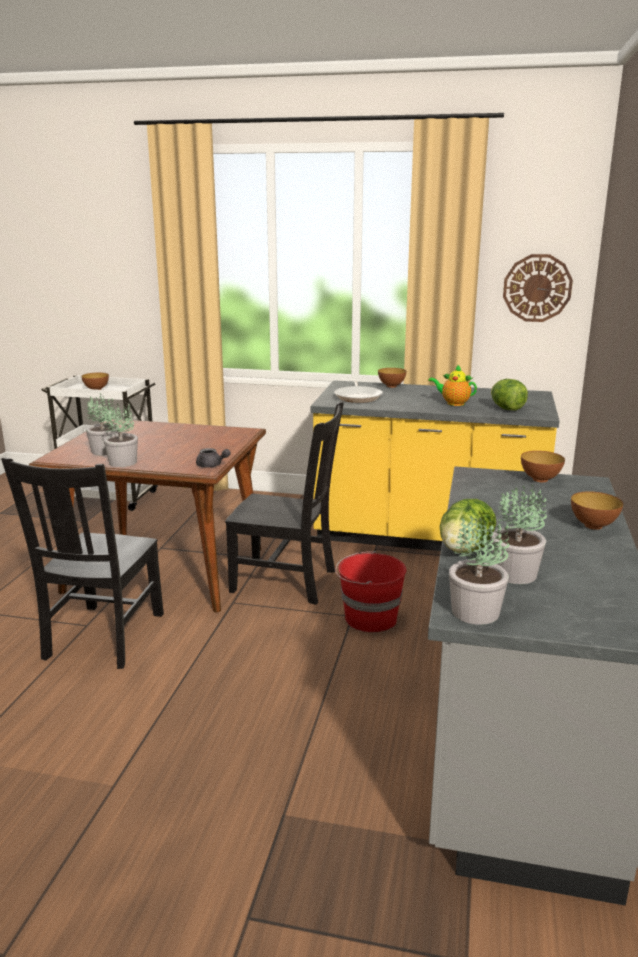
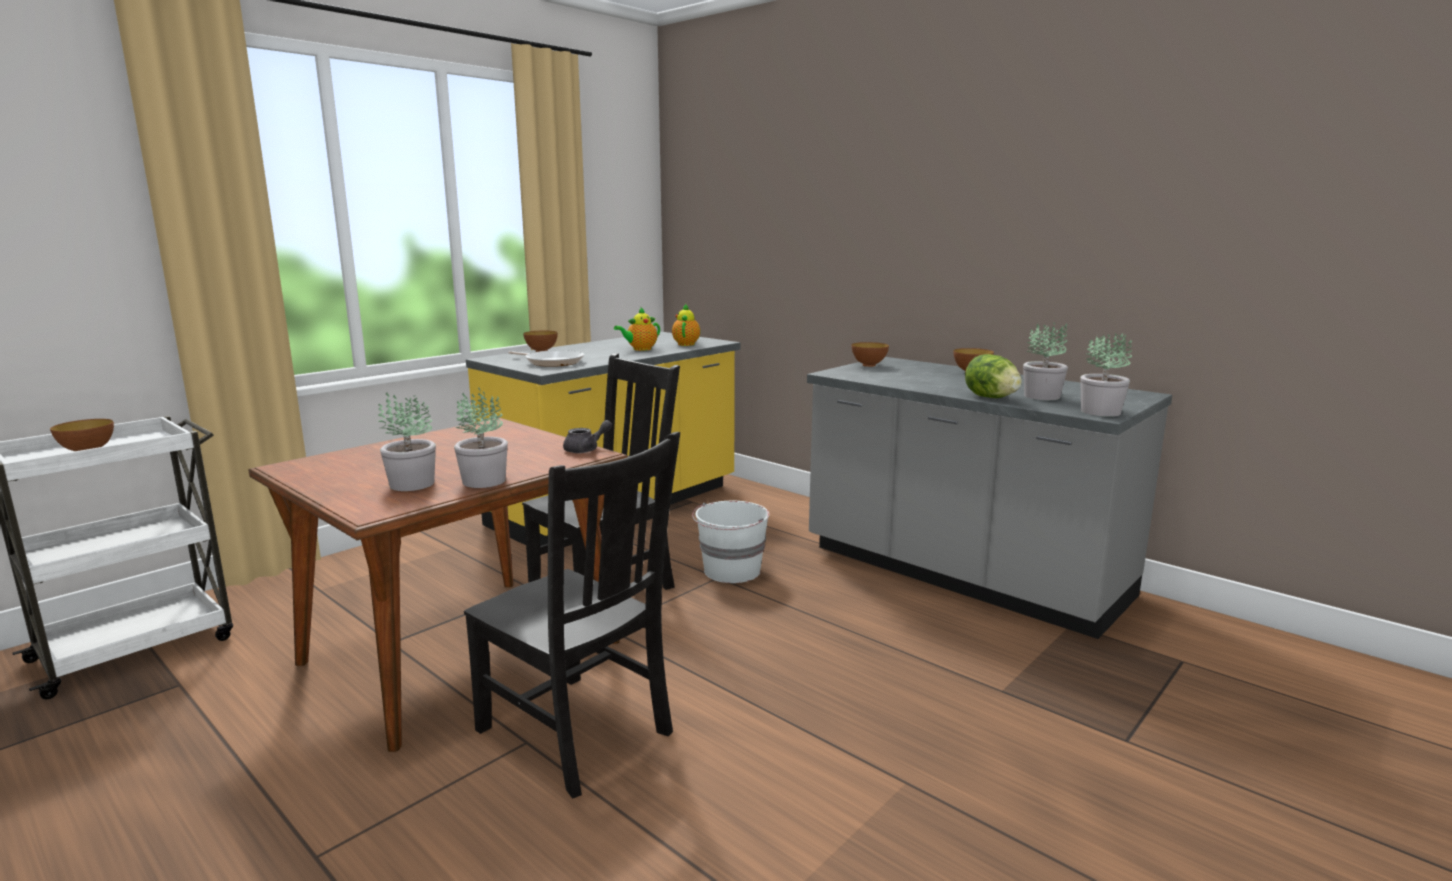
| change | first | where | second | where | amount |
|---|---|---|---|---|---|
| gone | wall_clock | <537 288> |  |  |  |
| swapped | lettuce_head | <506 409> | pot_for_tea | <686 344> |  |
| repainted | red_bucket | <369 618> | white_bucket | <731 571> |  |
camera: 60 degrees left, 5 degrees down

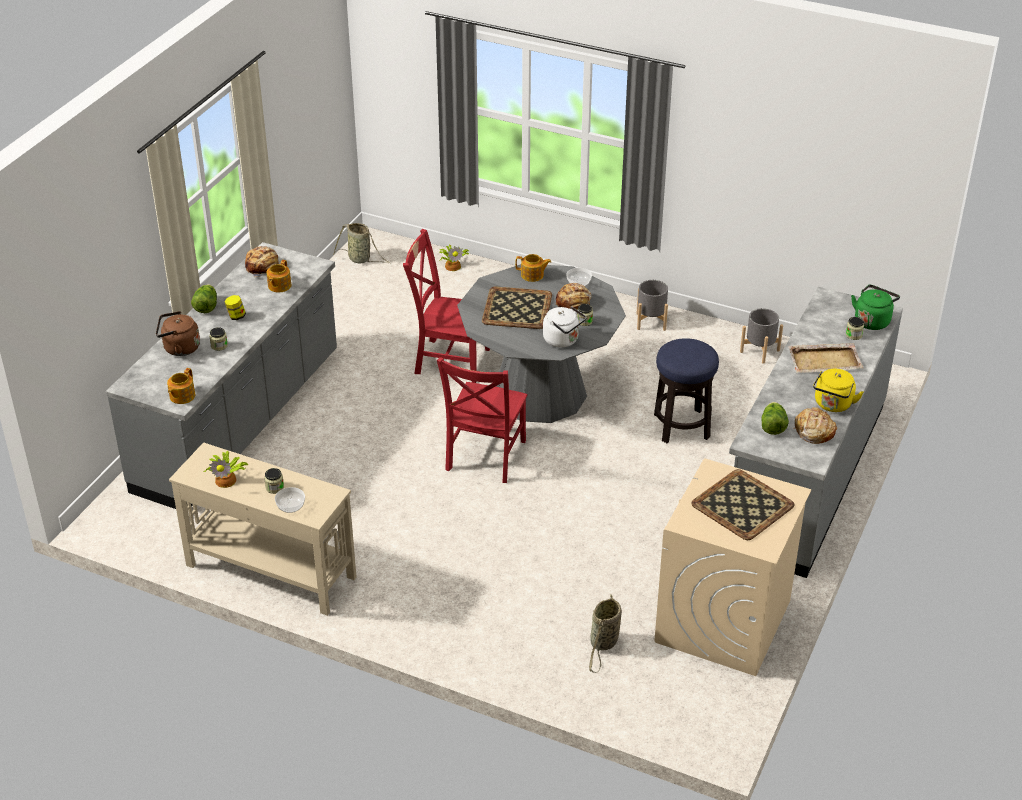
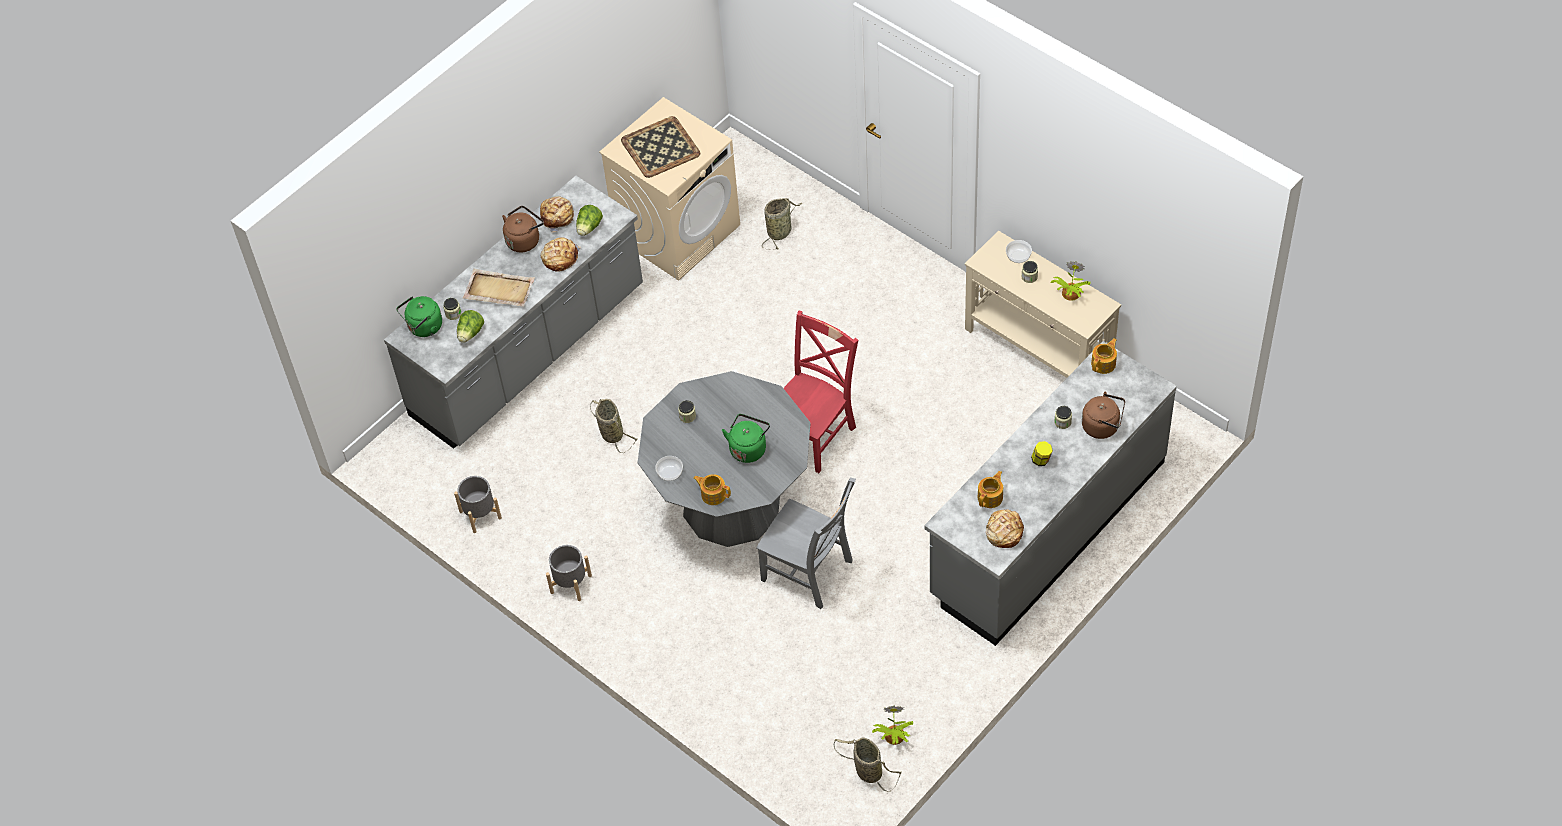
| change | first | where | second | where | amount |
|---|---|---|---|---|---|
| gone | white_tea_kettle | <563 340> |  |  |  |
| shifted | lettuce_head | <206 307> |  | <470 333> |  |
| shifted | potted_plant | <453 265> |  | <893 736> |  |
| shifted | bakery_bread | <573 303> |  | <560 258> |  |
| swapped | tray | <516 309> | green-coloured_tea_kettle | <748 448> |  |
| swapped | sitting_stool | <682 426> | household_basket | <611 432> |  |
| repainted | red_upright_chair | <449 360> | grey_upright_chair | <810 572> |  |
| repainted | yellow_tea_kettle | <833 405> | brownish_tea_kettle | <524 240> |  |
camera: 160 degrees left, 15 degrees up

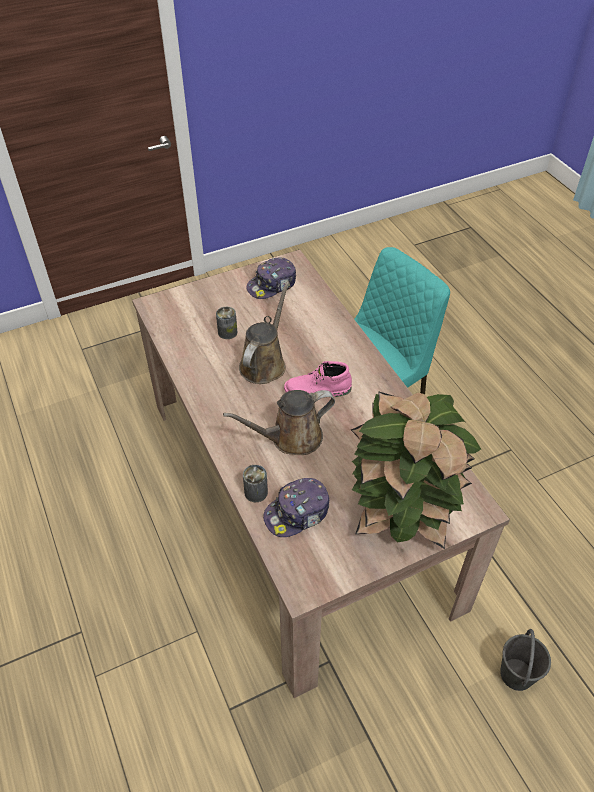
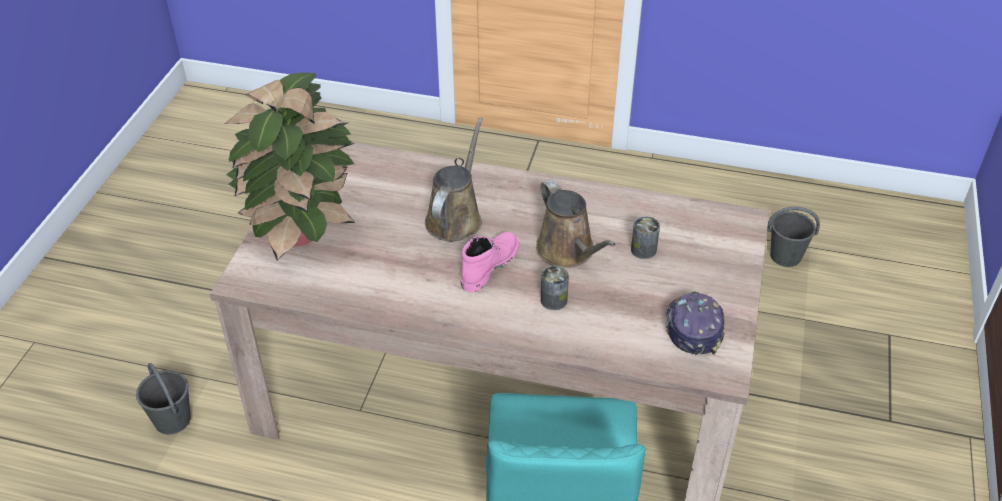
| change | first | where | second | where | amount |
|---|---|---|---|---|---|
| gone | peaked_cap | <297 513> |  |  |  |
| new |  |  | grey_bucket | <785 256> |  |
| shifted | metal_can | <256 492> |  | <554 300> |  |
camera: 130 degrees right, 5 degrees down

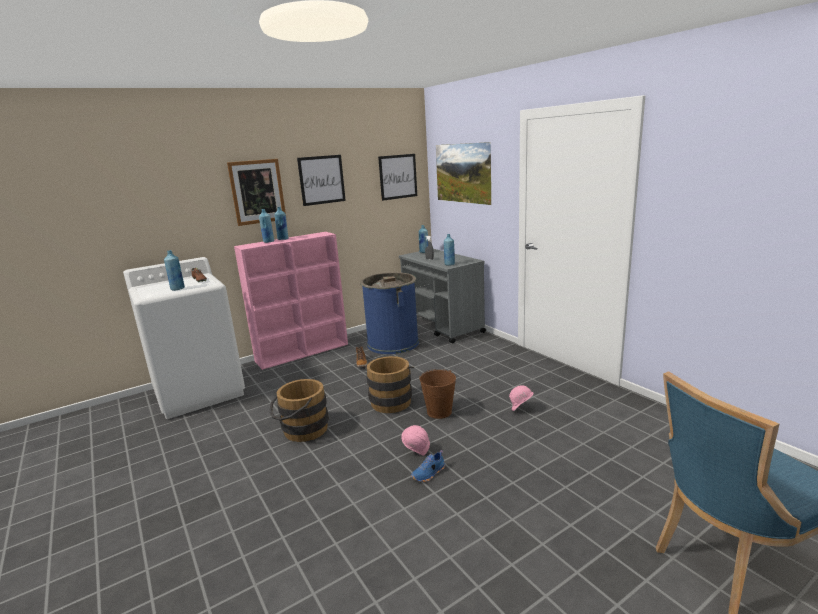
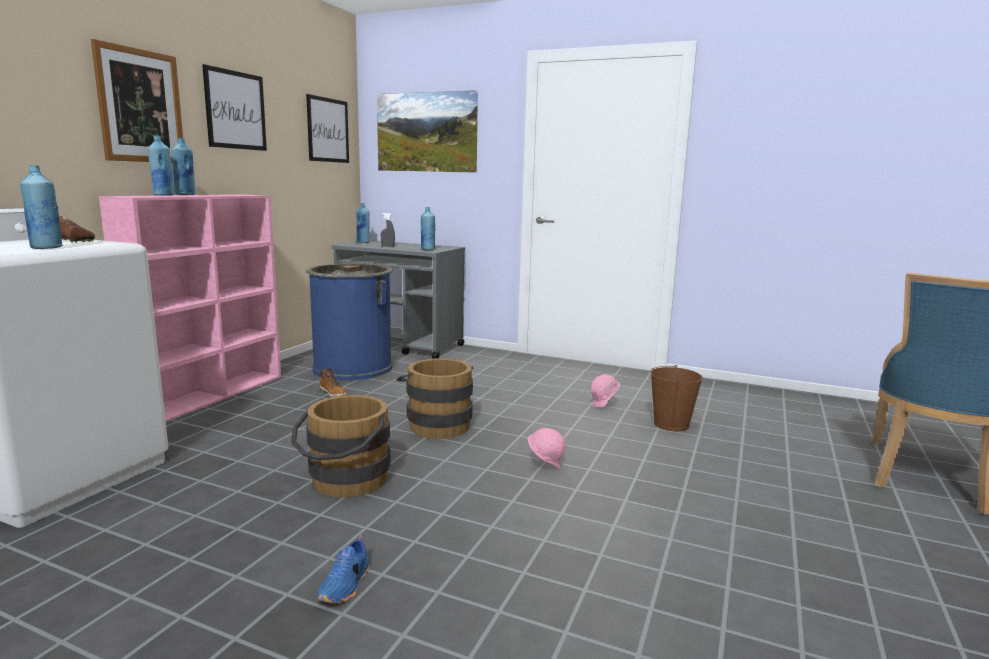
| change | first | where | second | where | amount |
|---|---|---|---|---|---|
| shifted | blue_item_of_footwear | <429 474> |  | <346 585> |  |
| shifted | brownish_bucket | <439 412> |  | <671 424> |  |
camera: 35 degrees left, 5 degrees down

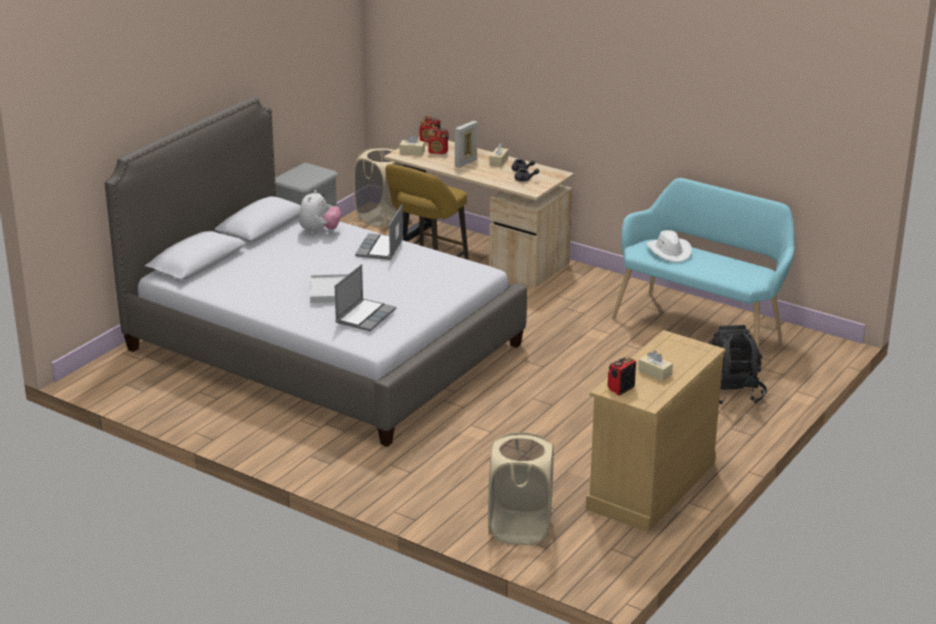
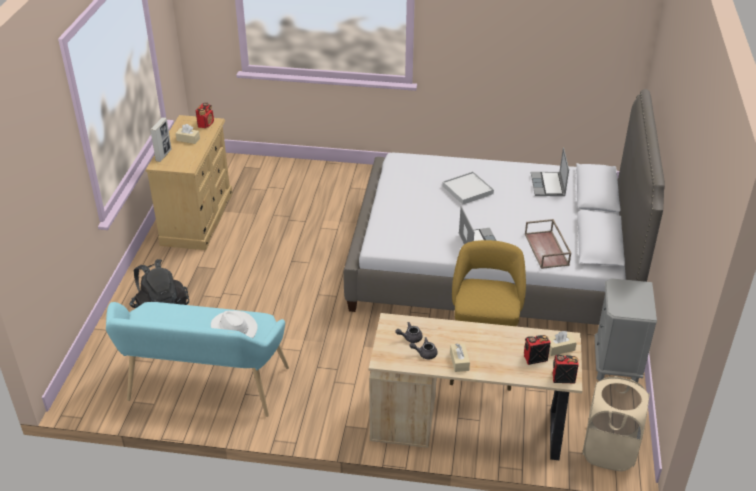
| change | first | where | second | where | amount |
|---|---|---|---|---|---|
| gone | beige-coloured_laundry_basket | <520 529> |  |  |  |
| shifted | portable_computer | <365 316> |  | <548 185> |  |
| shifted | photo_frame | <466 163> |  | <163 155> |  |
| swapped | cuddly_toy | <319 231> | brownish_tray | <547 250> |  |
camera: 155 degrees right, 10 degrees up

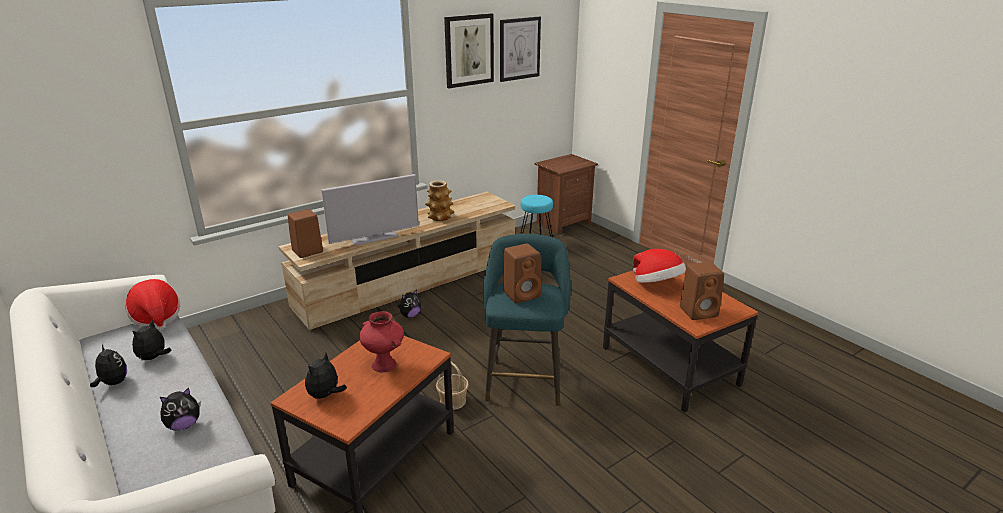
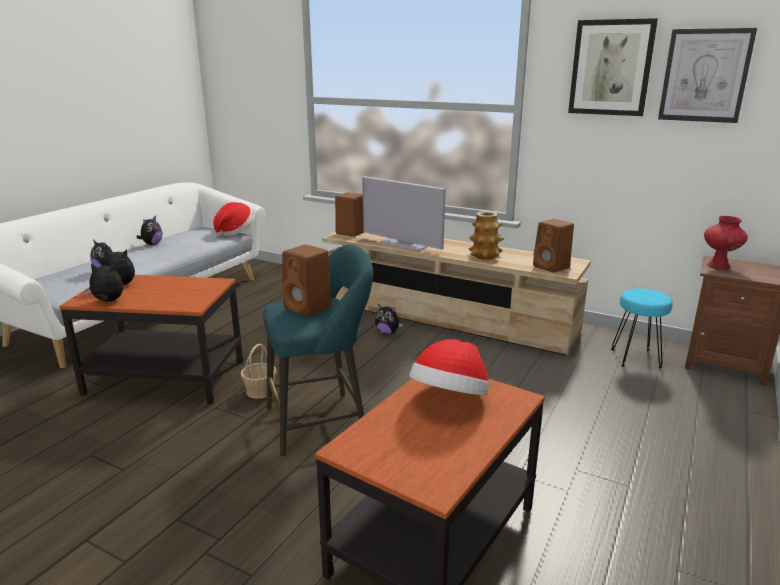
| change | first | where | second | where | amount |
|---|---|---|---|---|---|
| shifted | cuddly_toy | <154 358> |  | <108 301> |  |
| shifted | red_decorative_vase | <385 365> |  | <719 266> |  |
| shifted | brownish_audio_speaker | <699 311> |  | <552 267> |  |
camera: 65 degrees right, 5 degrees down

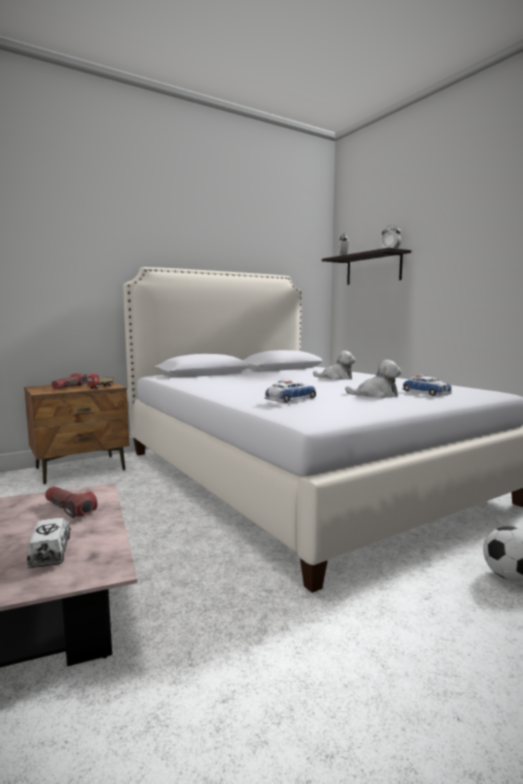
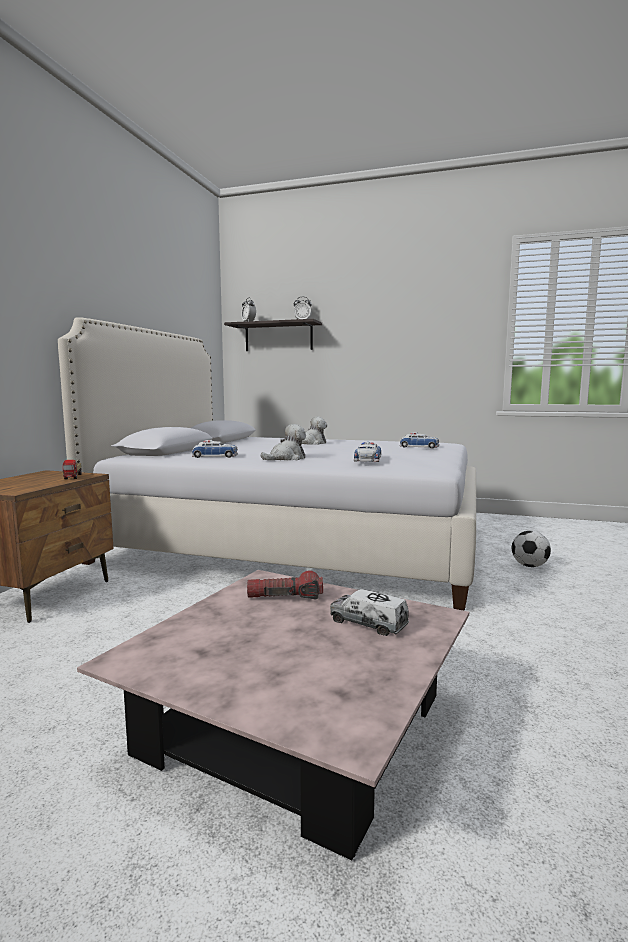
| change | first | where | second | where | amount |
|---|---|---|---|---|---|
| gone | hand_torch | <70 387> |  |  |  |
| new |  |  | toy_car | <215 456> |  |
| shifted | cuddly_toy | <376 395> |  | <286 458> |  |
camera: 40 degrees left, 0 degrees up

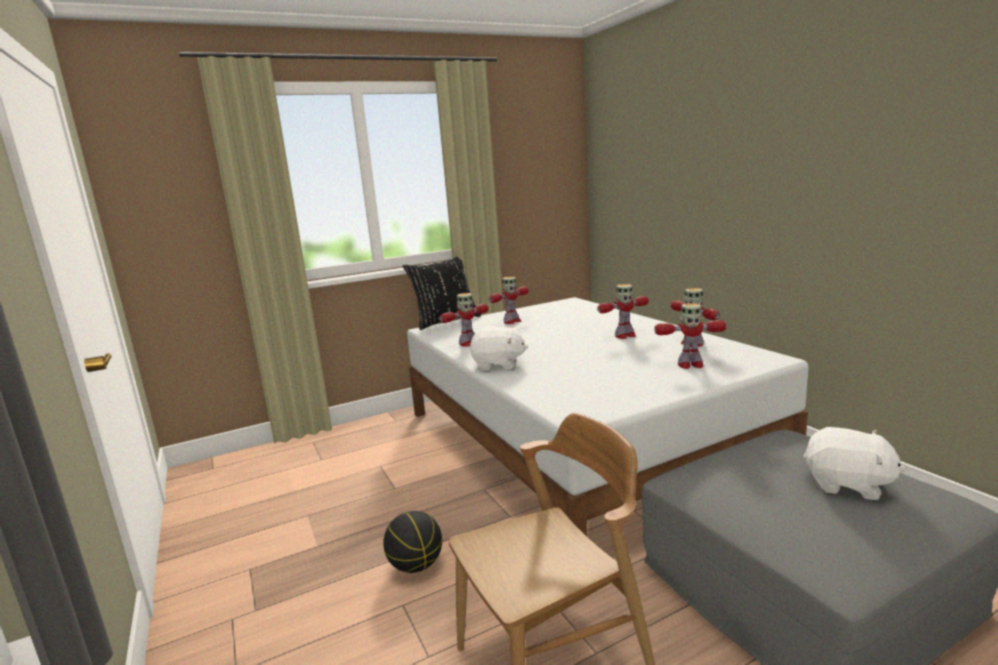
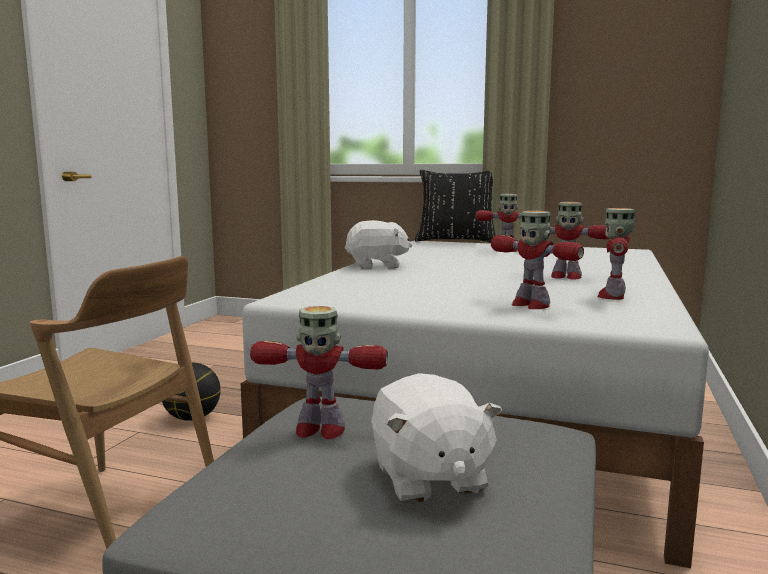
| change | first | where | second | where | amount |
|---|---|---|---|---|---|
| shifted | toy_robot | <468 343> |  | <319 430> |  |
| rotated | white_cuddly_toy | <498 365> |  | <377 266> | 60 degrees counterclockwise |
camera: 45 degrees right, 5 degrees down

